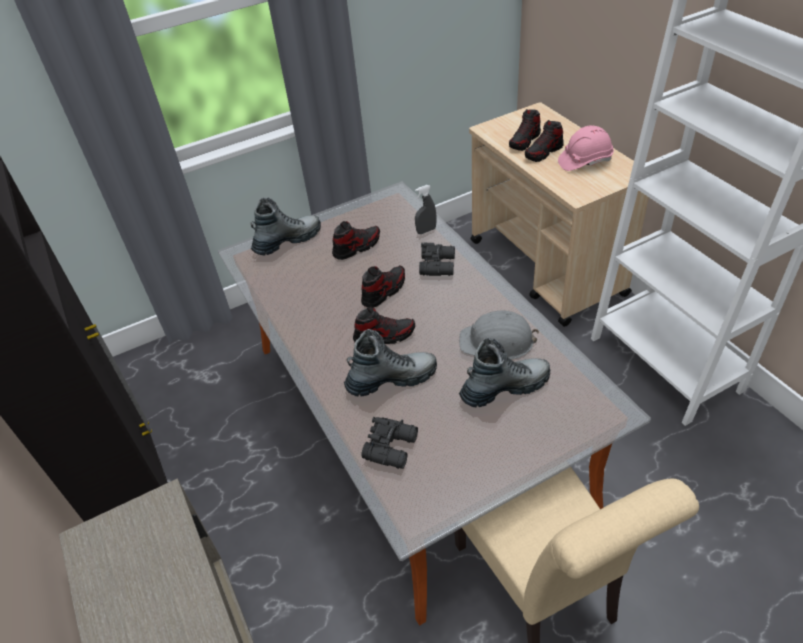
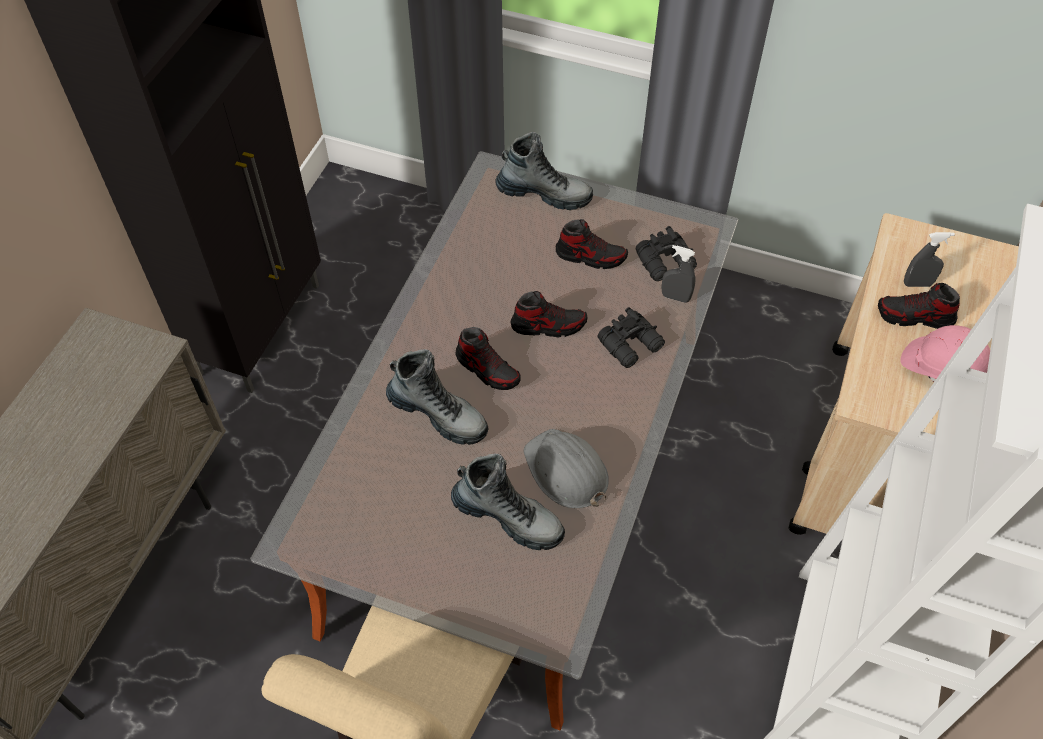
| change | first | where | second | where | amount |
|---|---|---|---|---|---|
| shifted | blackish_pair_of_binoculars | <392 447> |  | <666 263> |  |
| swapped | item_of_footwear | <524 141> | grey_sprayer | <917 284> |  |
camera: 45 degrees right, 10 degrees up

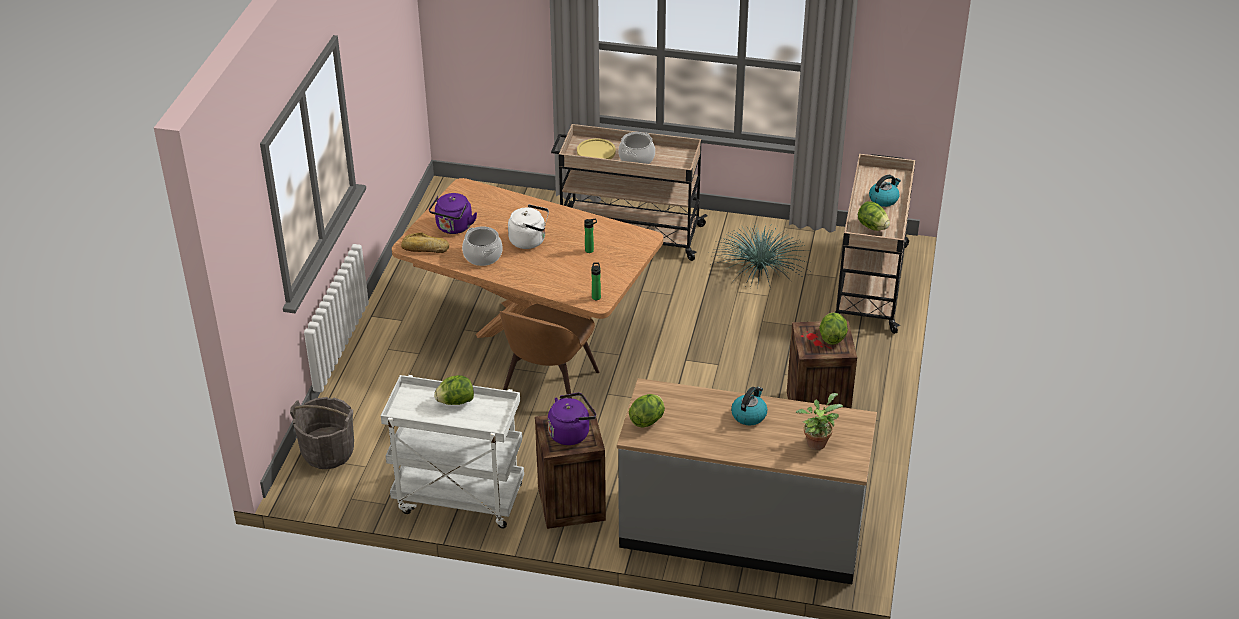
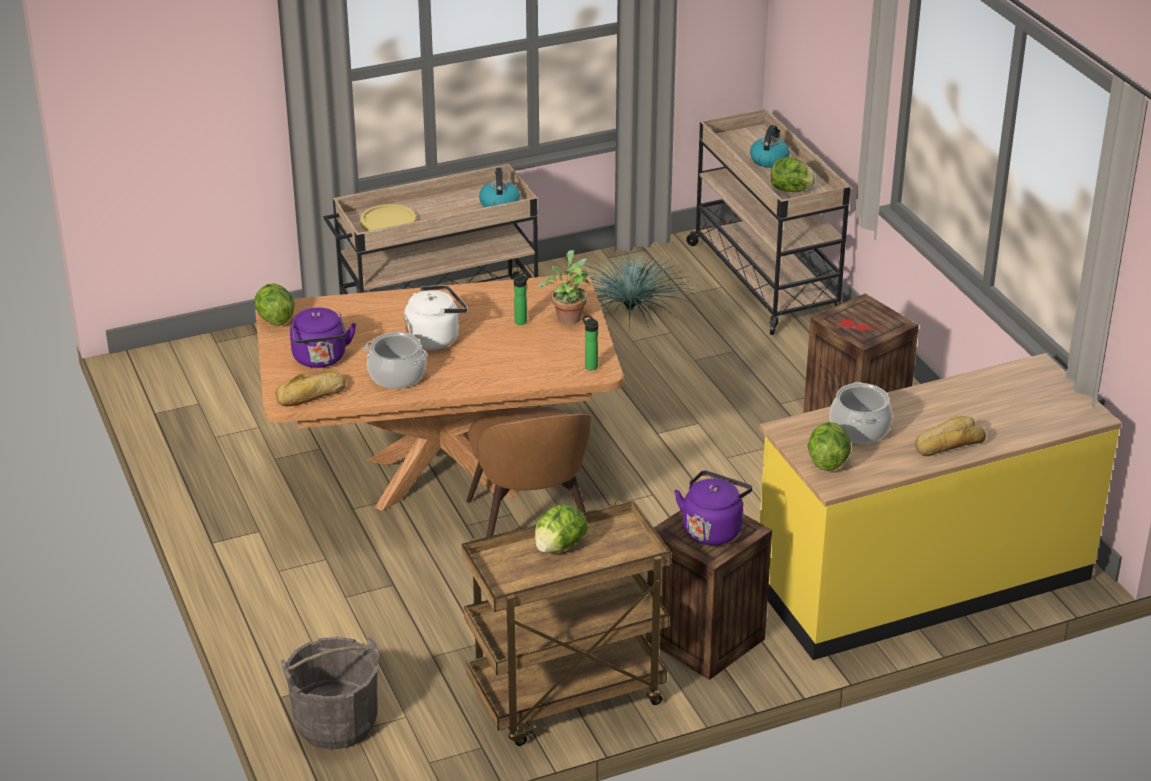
| change | first | where | second | where | amount |
|---|---|---|---|---|---|
| new |  |  | bakery_bread | <948 443> |  |
| shifted | saucepot | <636 159> |  | <859 429> |  |
| shifted | tea_kettle | <749 415> |  | <499 203> |  |
| shifted | potted_plant | <817 441> |  | <568 316> |  |
| shifted | lettuce_head | <832 337> |  | <274 319> |  |
| repainted | white_trolley | <457 499> | brownish_trolley | <566 699> |  |
| repainted | grey_kitchen_base_unit | <741 531> | yellow_kitchen_base_unit | <922 580> |  |
camera: 35 degrees left, 5 degrees down

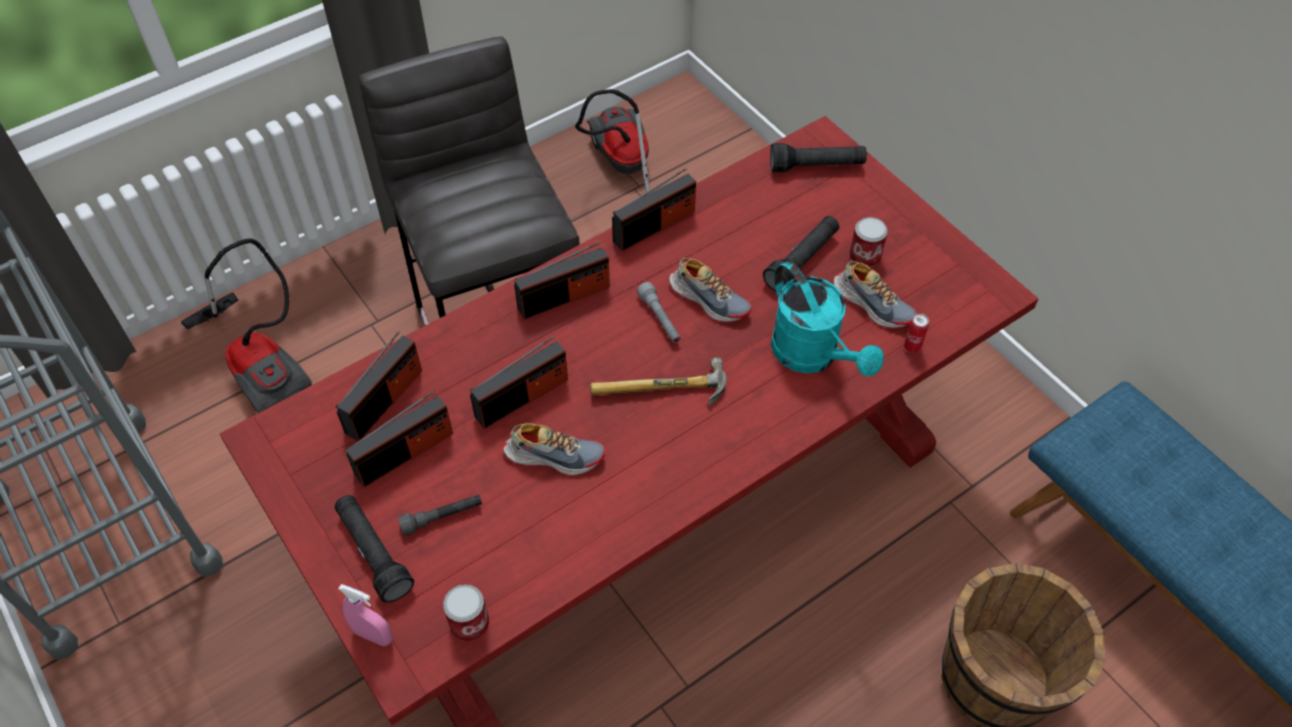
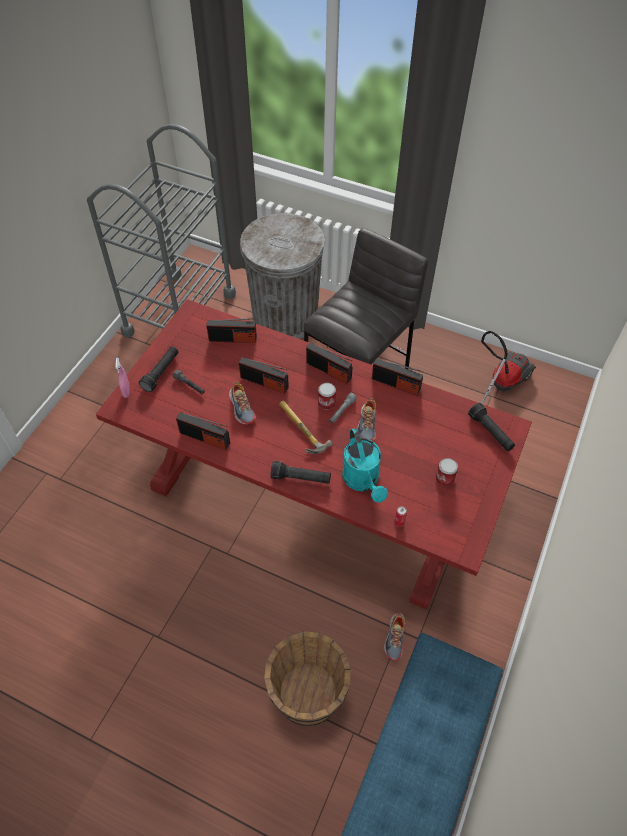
| change | first | where | second | where | amount |
|---|---|---|---|---|---|
| shifted | radio_set | <404 453> |  | <205 438> |  |
| shifted | metal_can | <469 623> |  | <326 403> |  |
| shifted | blackish_hand_torch | <802 261> |  | <301 478> |  |
| shifted | item_of_footwear | <872 304> |  | <395 638> |  |
| swapped | vacuum | <263 365> | grey_rubbish_bin | <284 317> |  |
| rotated | turquoise-coloured_sprinkling_can | <813 356> |  | <363 481> | 45 degrees counterclockwise |
camera: 60 degrees right, 0 degrees up

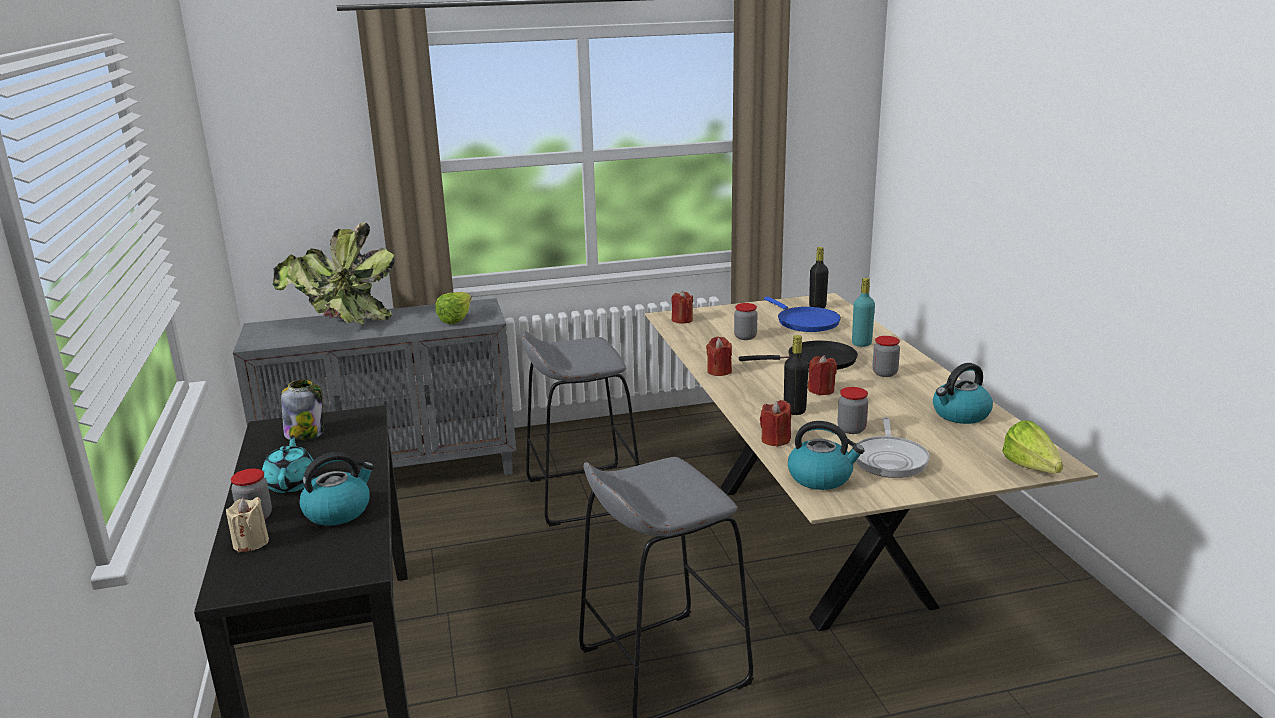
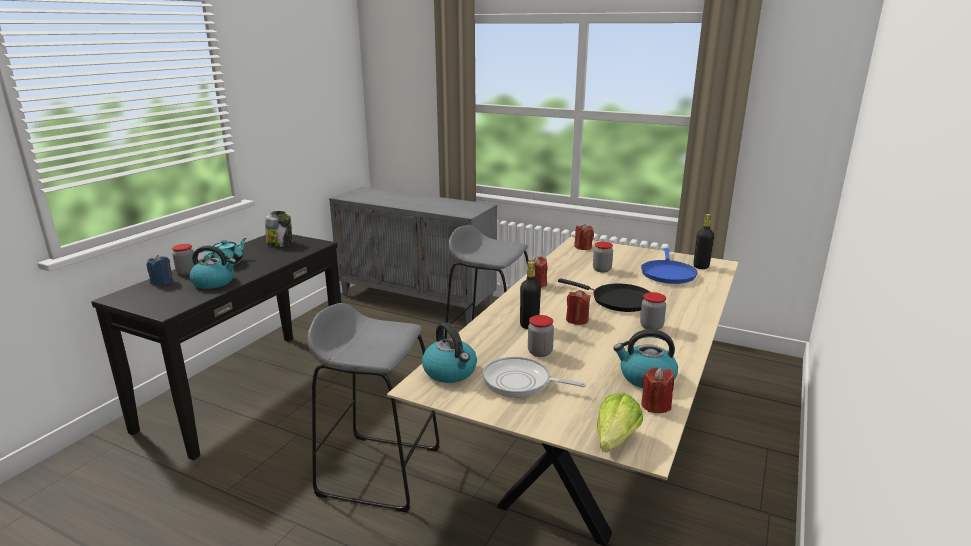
| change | first | where | second | where | amount |
|---|---|---|---|---|---|
| gone | potted_plant | <340 324> |  |  |  |
| gone | lettuce_head | <459 318> |  |  |  |
| gone | turquoise-coloured_drink_bottle | <861 344> |  |  |  |
| shifted | red_candle | <775 440> |  | <655 405> |  |
| repainted | beige-coloured_candle | <251 543> | blue_candle | <162 282> |  |
| rotated | frying_pan | <890 459> |  | <520 382> | 60 degrees clockwise |
camera: 40 degrees right, 0 degrees up

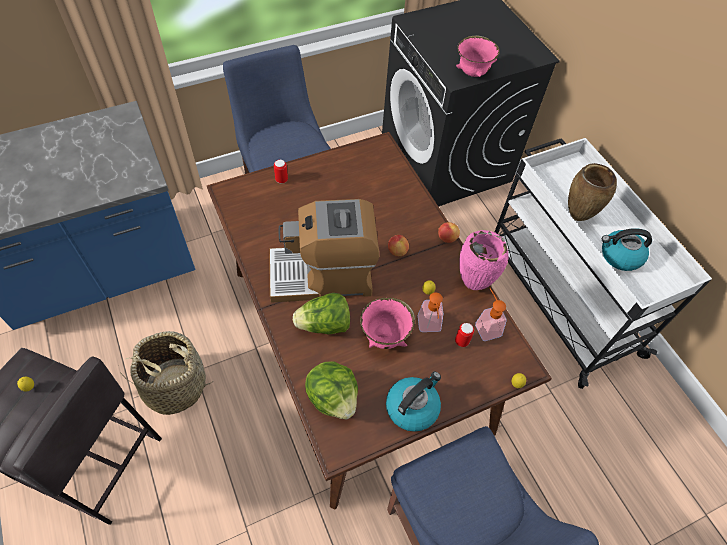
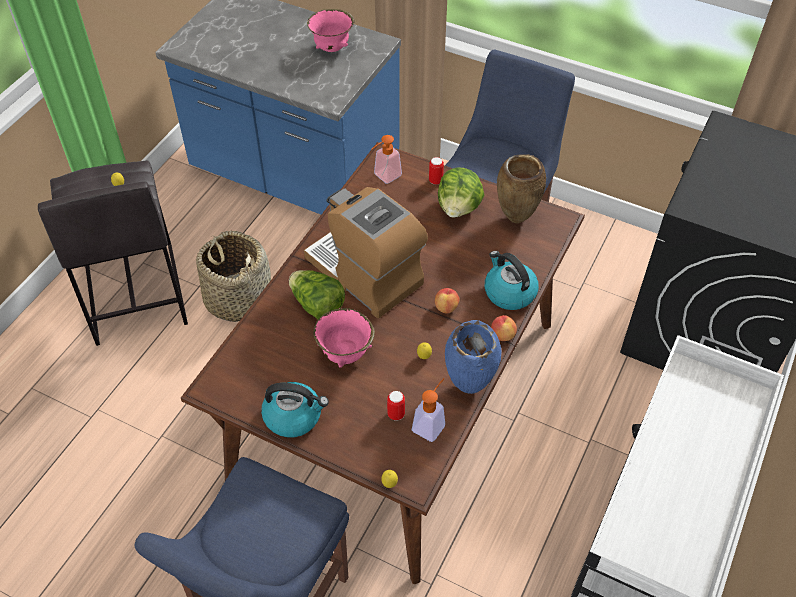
| change | first | where | second | where | amount |
|---|---|---|---|---|---|
| shifted | lettuce_head | <333 397> |  | <459 208> |  |
| shifted | soap_dispenser | <429 327> |  | <384 177> |  |
| shifted | pink-coloured_bowl | <473 73> |  | <332 48> |  |
| shifted | brownish_decorative_vase | <576 217> |  | <515 218> |  |
| shifted | tea_kettle | <619 256> |  | <509 292> |  |
| repainted | pink-coloured_decorative_vase | <474 284> | blue_decorative_vase | <470 387> |  |
camera: 55 degrees right, 5 degrees down

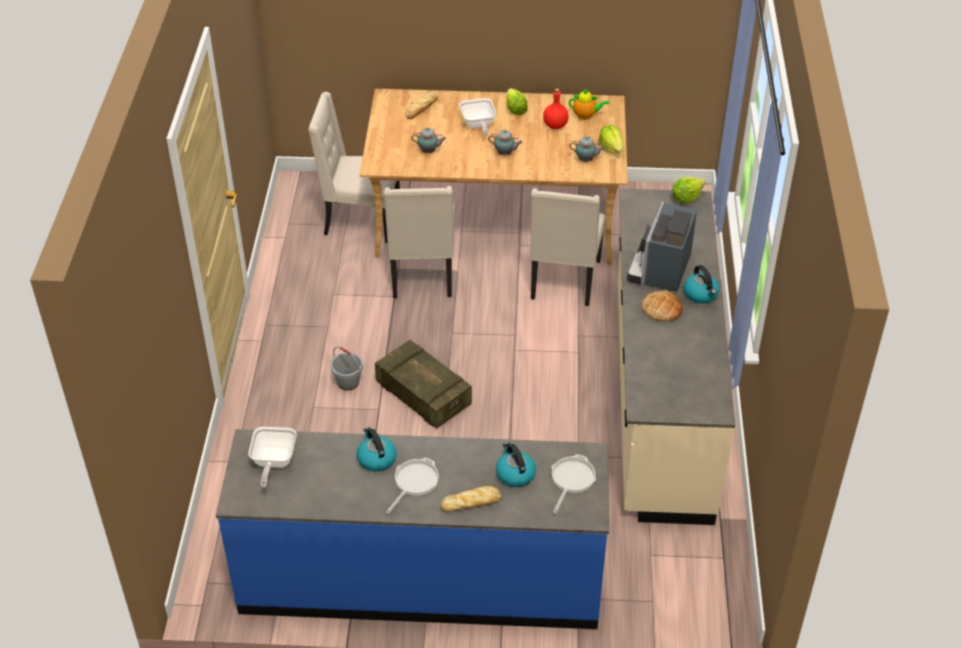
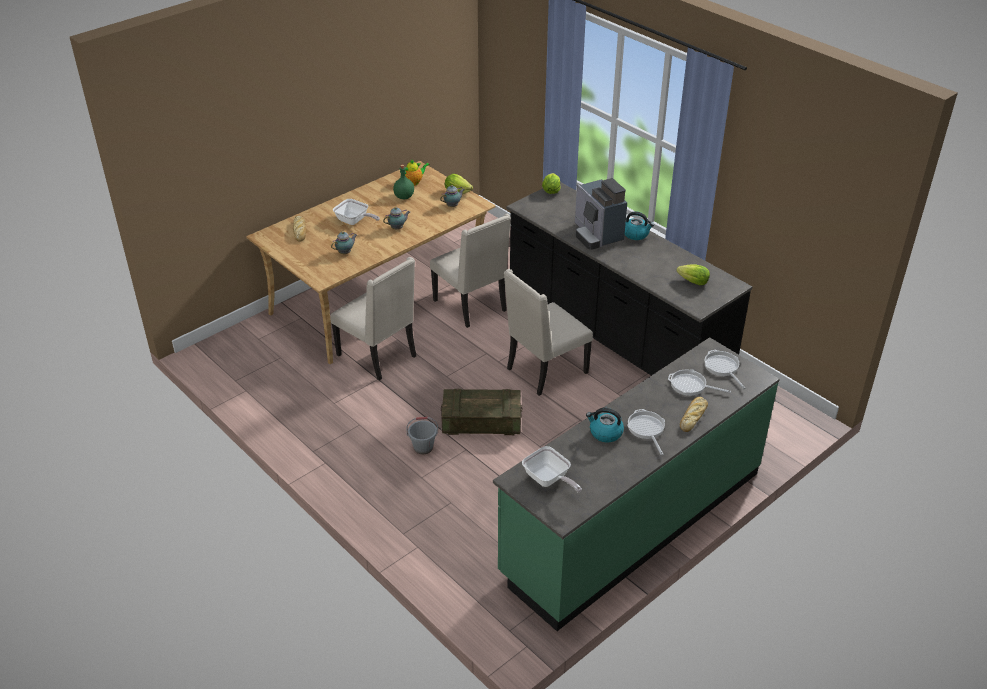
| change | first | where | second | where | amount |
|---|---|---|---|---|---|
| gone | bakery_bread | <662 309> |  |  |  |
| shifted | beige-coloured_upright_chair | <360 220> |  | <545 371> |  |
| shifted | lettuce_head | <515 110> |  | <693 282> |  |
| swapped | tea_kettle | <515 474> | frying_pan | <691 385> |  |
| repainted | blue_kitchen_base_unit | <421 579> | green-coloured_kitchen_base_unit | <632 522> |  |
| repainted | red_drink_bottle | <555 125> | green-coloured_drink_bottle | <404 197> |  |
| repainted | beige-coloured_kitchen_base_unit | <659 398> | blackish_kitchen_base_unit | <615 335> |  |
camera: 45 degrees left, 5 degrees down

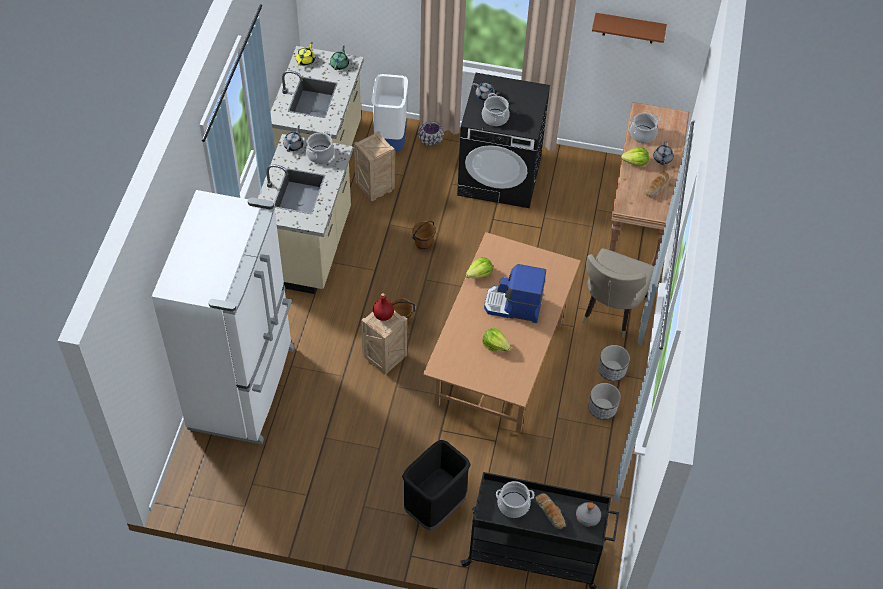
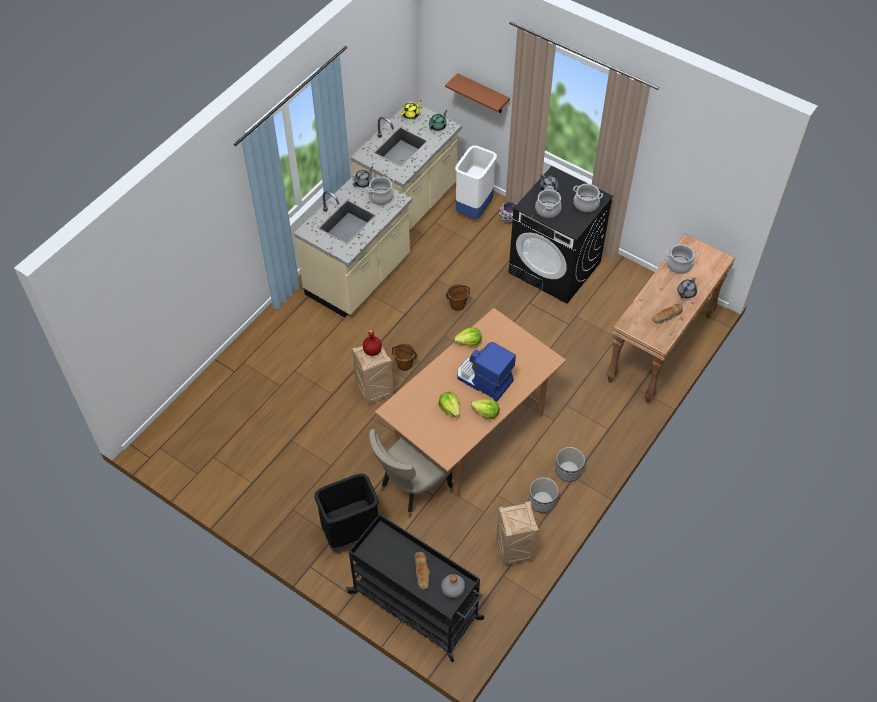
| change | first | where | second | where | amount |
|---|---|---|---|---|---|
| gone | white_fridge | <244 387> |  |  |  |
| shifted | crate | <375 189> |  | <514 552> |  |
| shifted | saucepot | <513 505> |  | <586 204> |  |
| shifted | beige-coloured_upright_chair | <610 312> |  | <412 489> |  |
| shifted | brownish_wall_shelf | <629 28> |  | <483 94> |  |
| shifted | lettuce_head | <635 162> |  | <486 413> |  |
camera: 25 degrees right, 0 degrees up

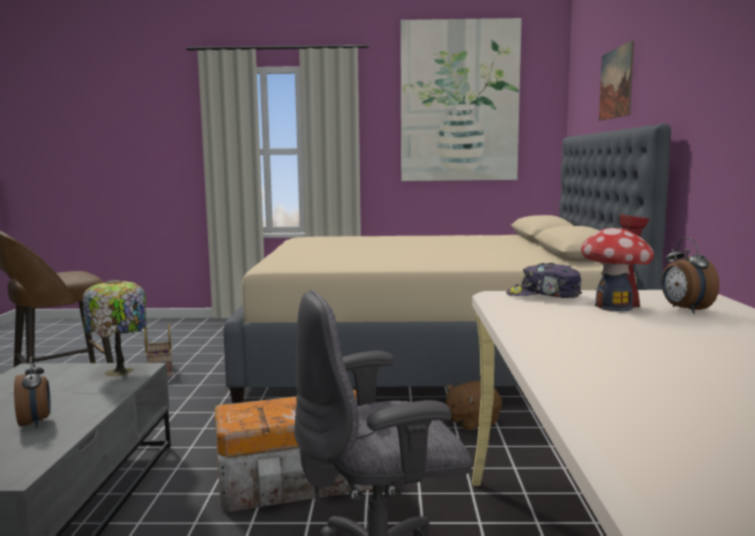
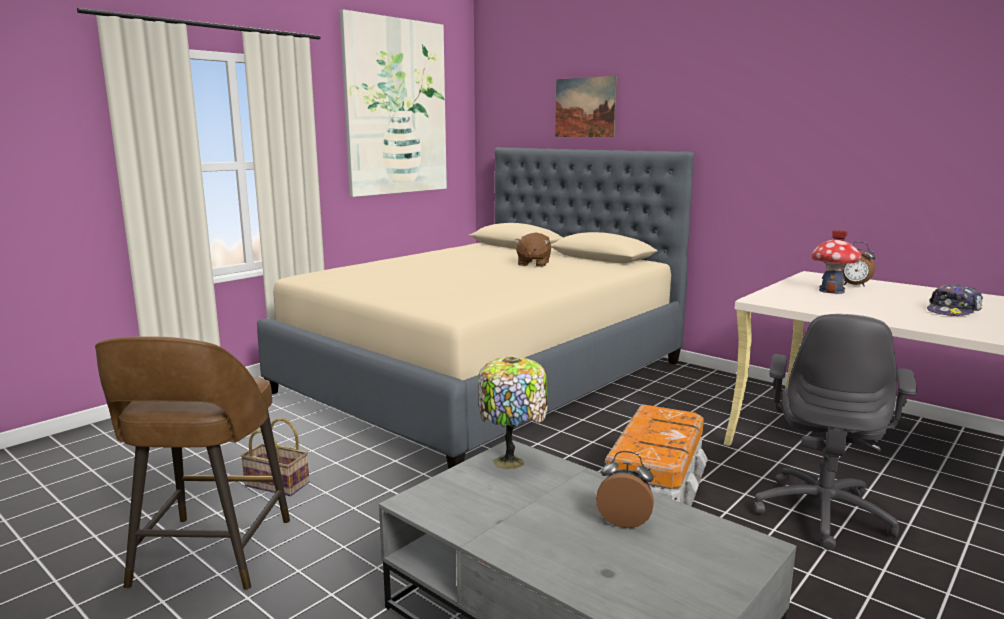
| change | first | where | second | where | amount |
|---|---|---|---|---|---|
| shifted | brownish_cuddly_toy | <471 421> |  | <533 264> |  |
| shifted | peaked_cap | <543 296> |  | <953 311> |  |
camera: 50 degrees left, 5 degrees up

